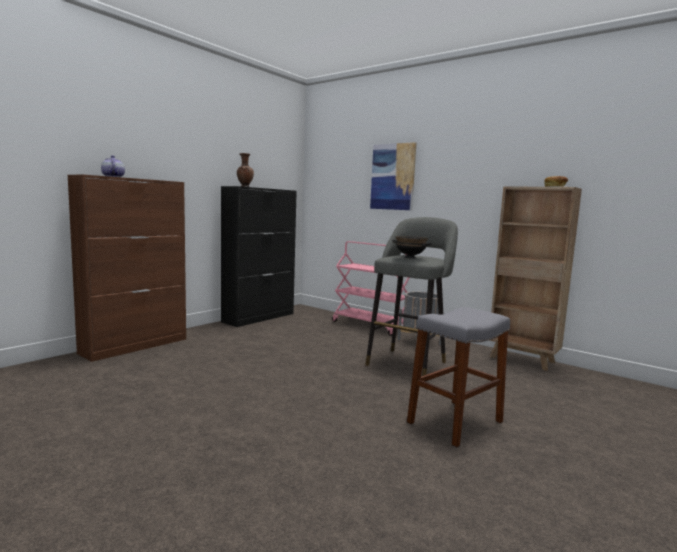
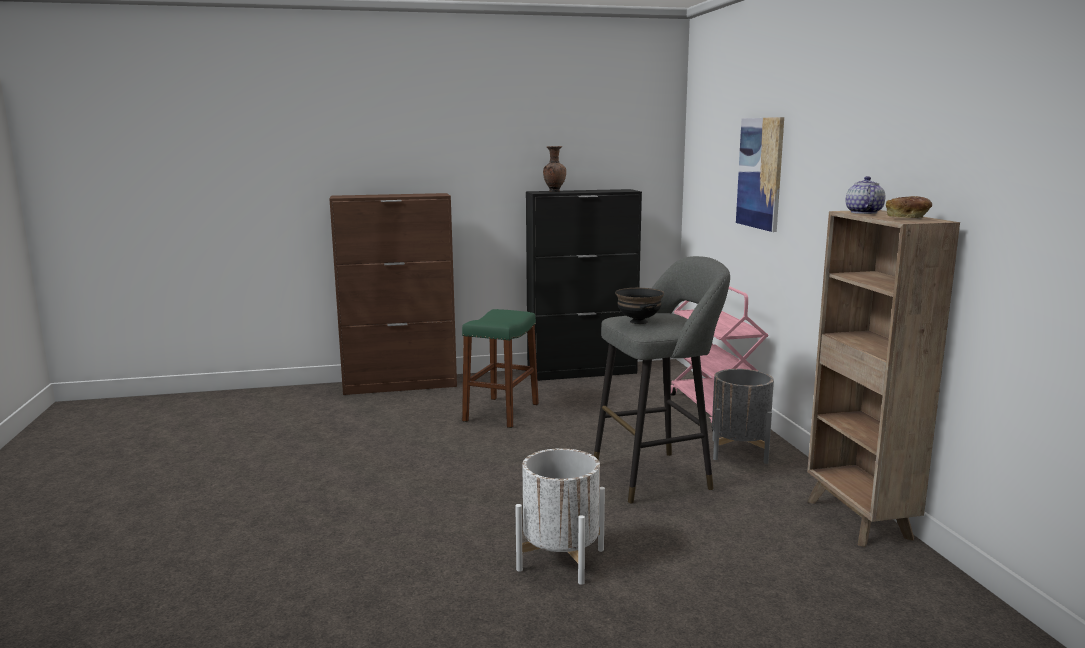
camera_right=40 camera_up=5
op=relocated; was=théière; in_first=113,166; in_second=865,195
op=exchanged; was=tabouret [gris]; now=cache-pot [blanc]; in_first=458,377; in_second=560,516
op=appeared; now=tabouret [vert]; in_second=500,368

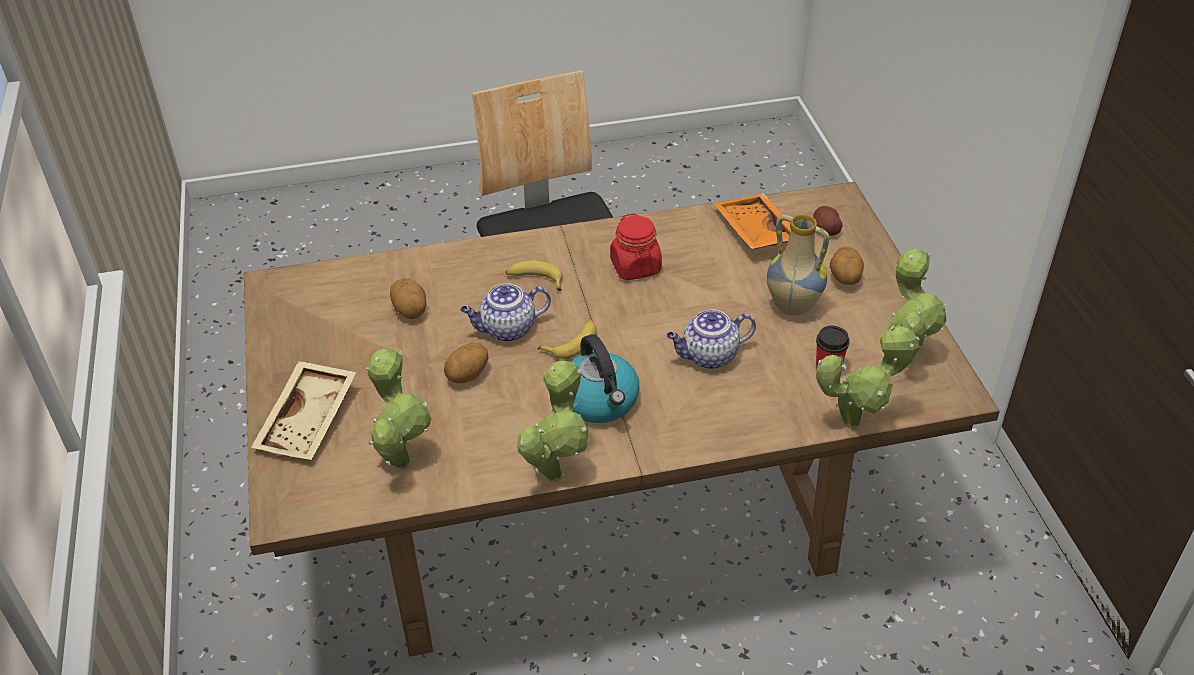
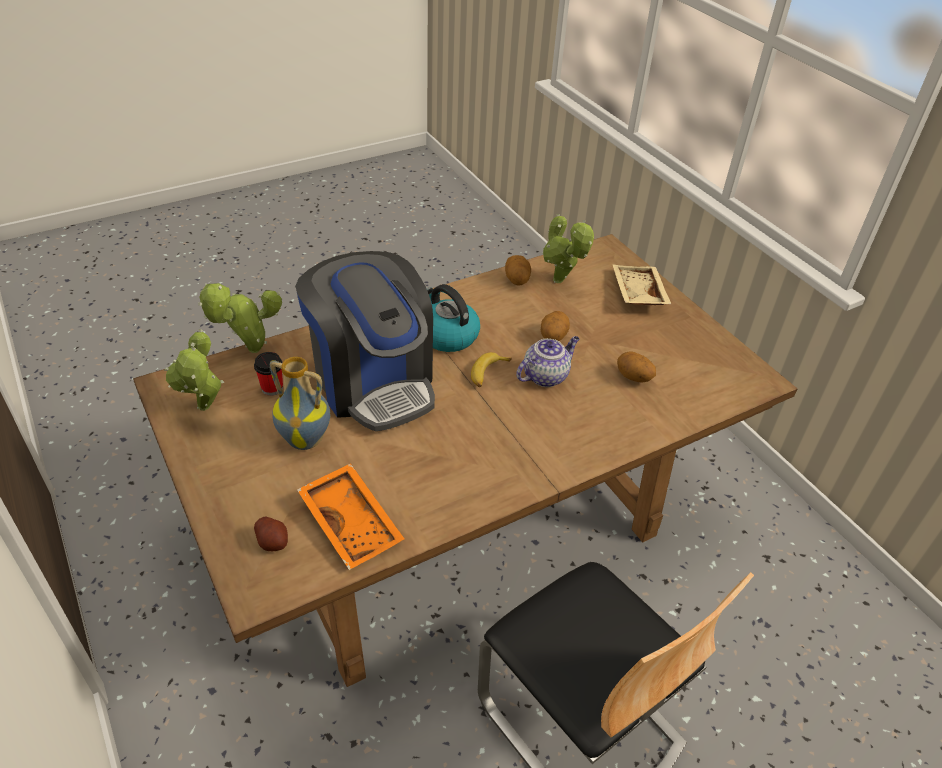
camera_right=160 camera_up=0
op=missing; was=banane; in_first=534,276
op=missing; was=plante en pot; in_first=553,421
op=missing; was=bocal [rouge]; in_first=636,246
op=exchanged; was=théière; now=machine à café; in_first=711,339; in_second=365,341
op=relocated; was=pomme de terre; in_first=847,266; in_second=518,270

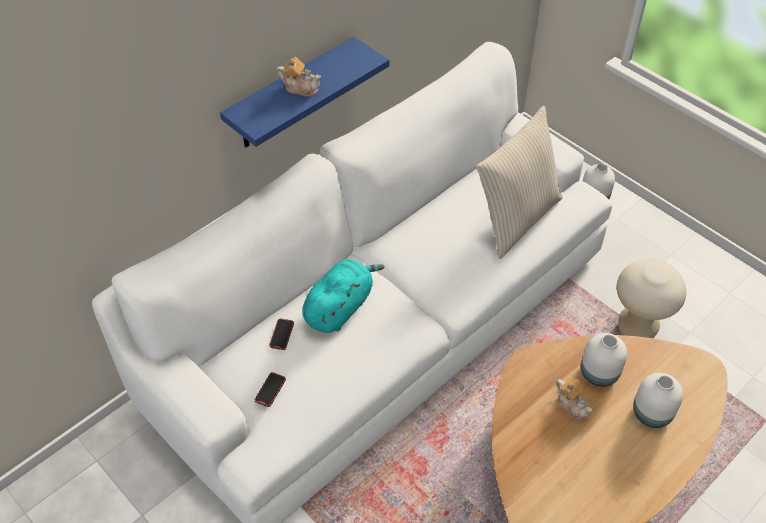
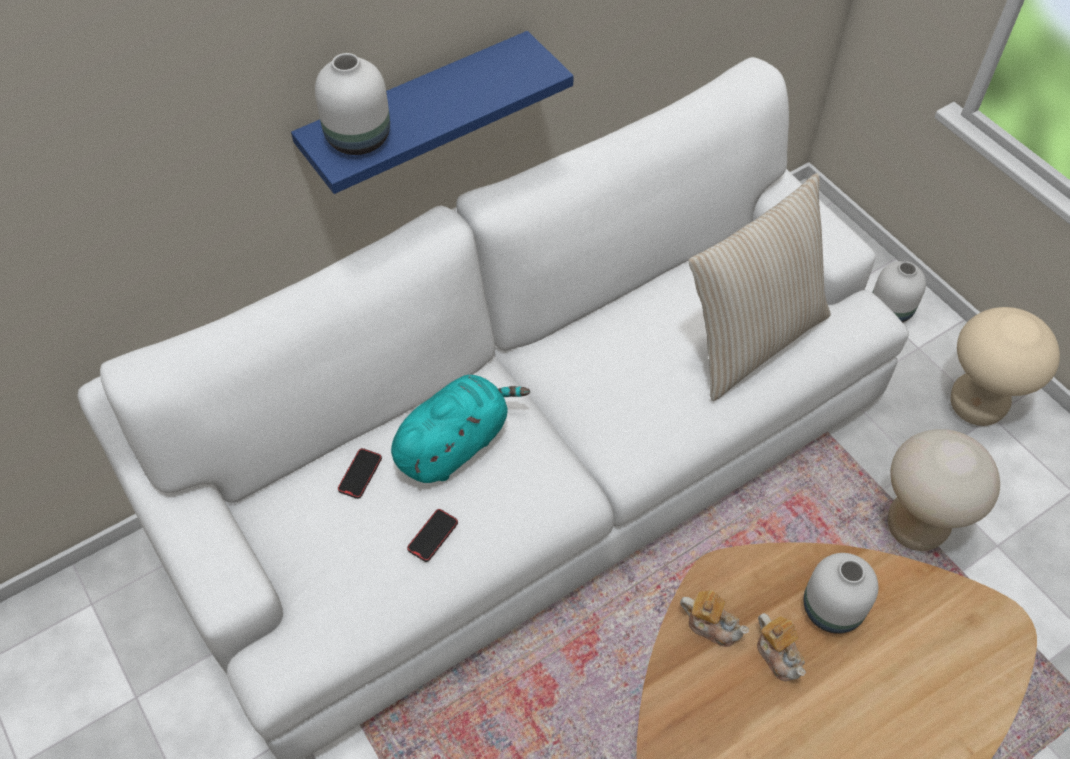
camera_right=10 camera_up=5
op=relocated; was=téléphone; in_first=270,389; in_second=432,535
op=relocated; was=théière; in_first=299,77; in_second=714,618
op=relocated; was=vase [blanc]; in_first=658,400; in_second=352,104
op=appeared; now=tabouret [beige]; in_second=1005,366

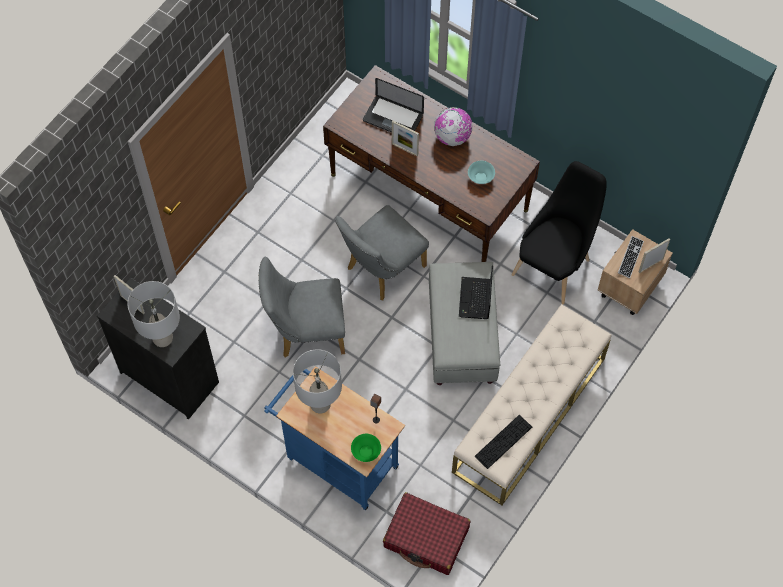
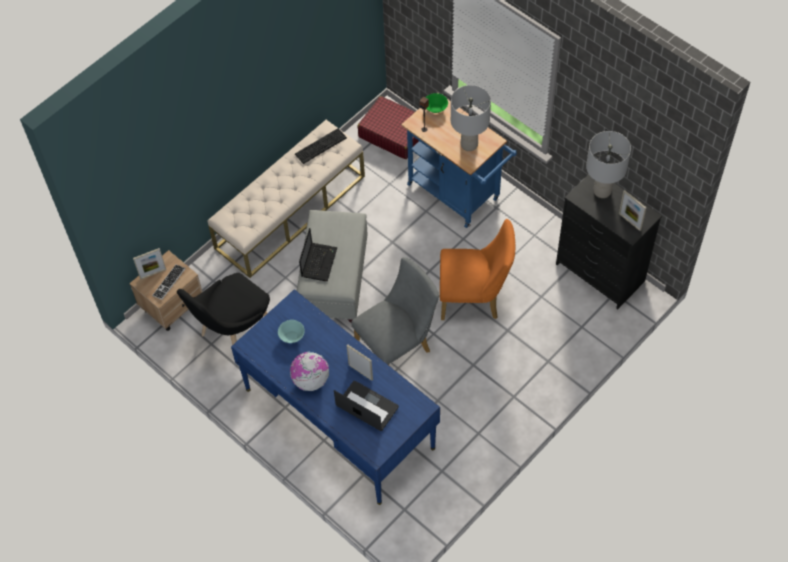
camera_right=-170 camera_up=-5
op=colour; was=chaise [gris]; now=chaise [orange]; in_first=302,307; in_second=478,269
op=colour; was=bureau [marron]; now=bureau [bleu]; in_first=431,163; in_second=335,397

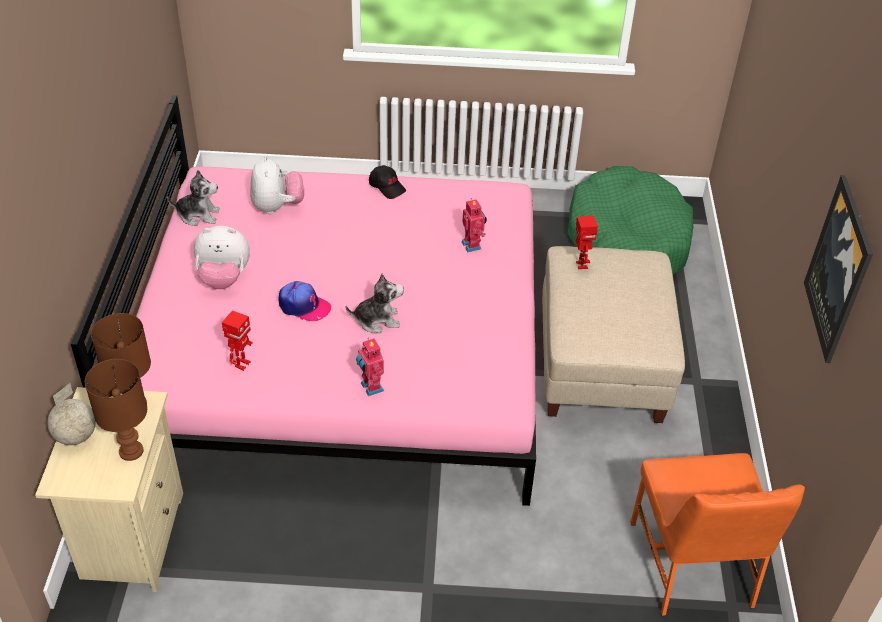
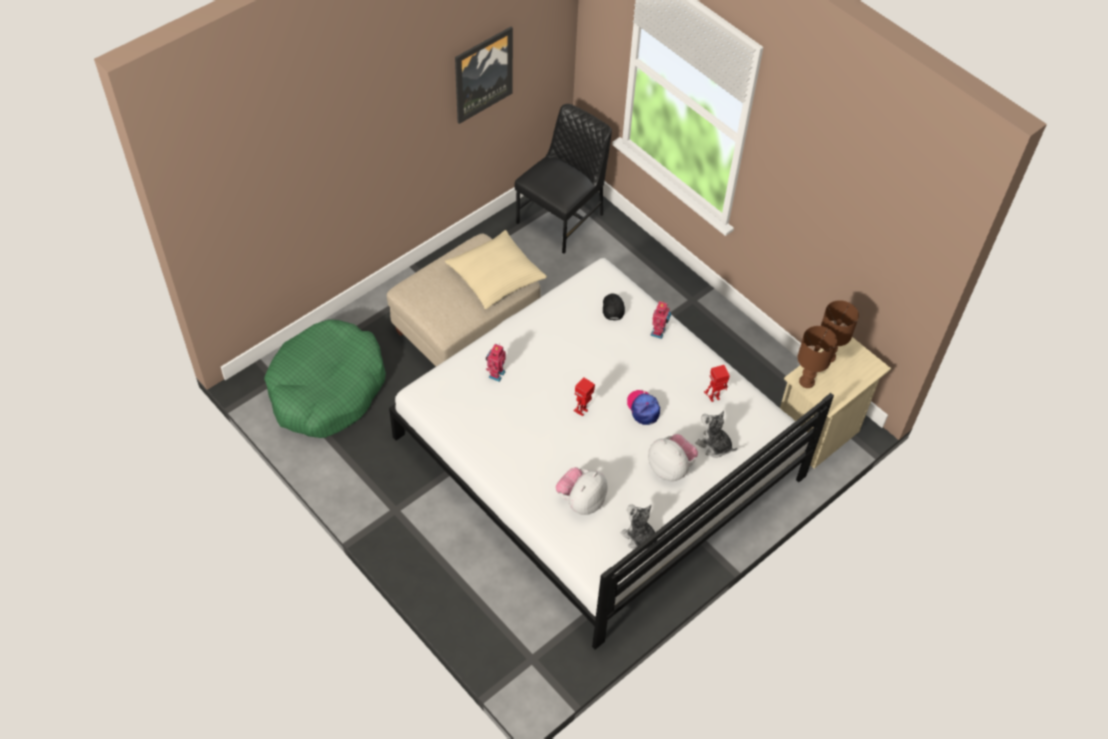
camera_right=-135 camera_up=10
op=missing; was=globe; in_first=71,414
op=colour; was=lit [rose]; now=lit [blanc]; in_first=303,300; in_second=611,454
op=relocated; was=peluche; in_first=374,303; in_second=716,434
op=relocated; was=casquette [noir]; in_first=387,182; in_second=614,307
op=relocated; was=robot jouet; in_first=587,242; in_second=584,396
op=colour; was=chaise [orange]; now=chaise [noir]; in_first=718,534; in_second=563,179
op=appeared; now=coussin [beige]; in_second=496,269

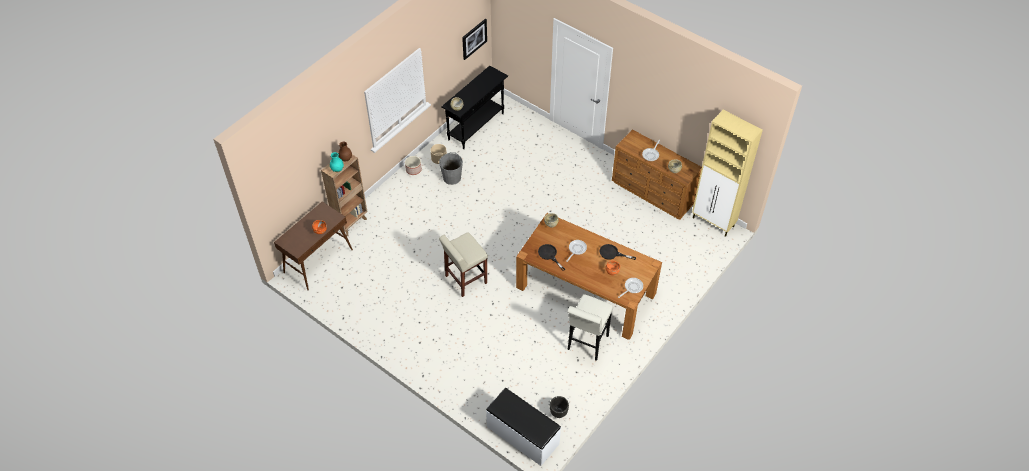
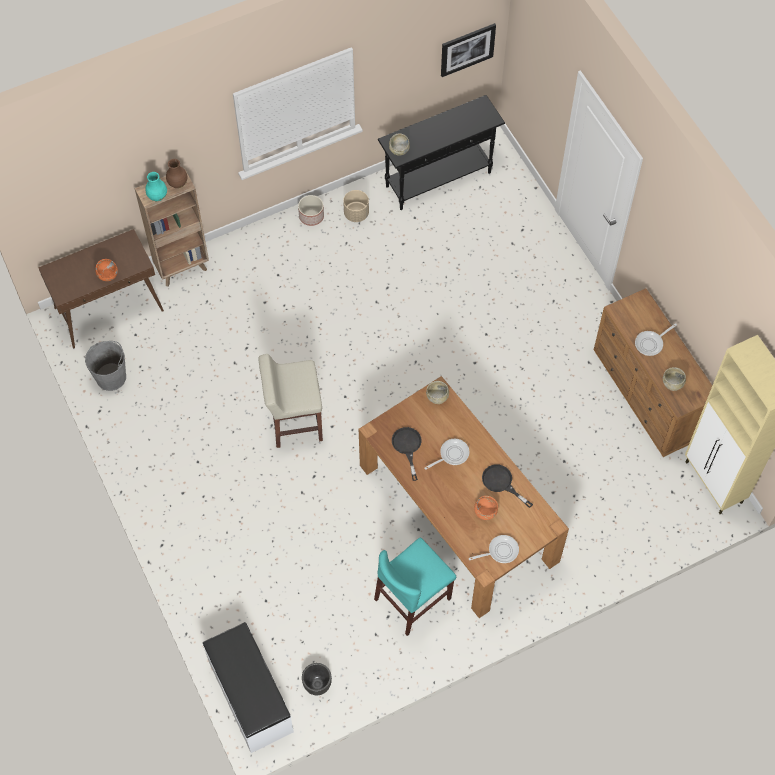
camera_right=25 camera_up=10
op=relocated; was=seau [gris]; in_first=451,168; in_second=105,366
op=exchanged; was=tabouret [blanc]; now=chaise [turquoise]; in_first=590,327; in_second=415,587

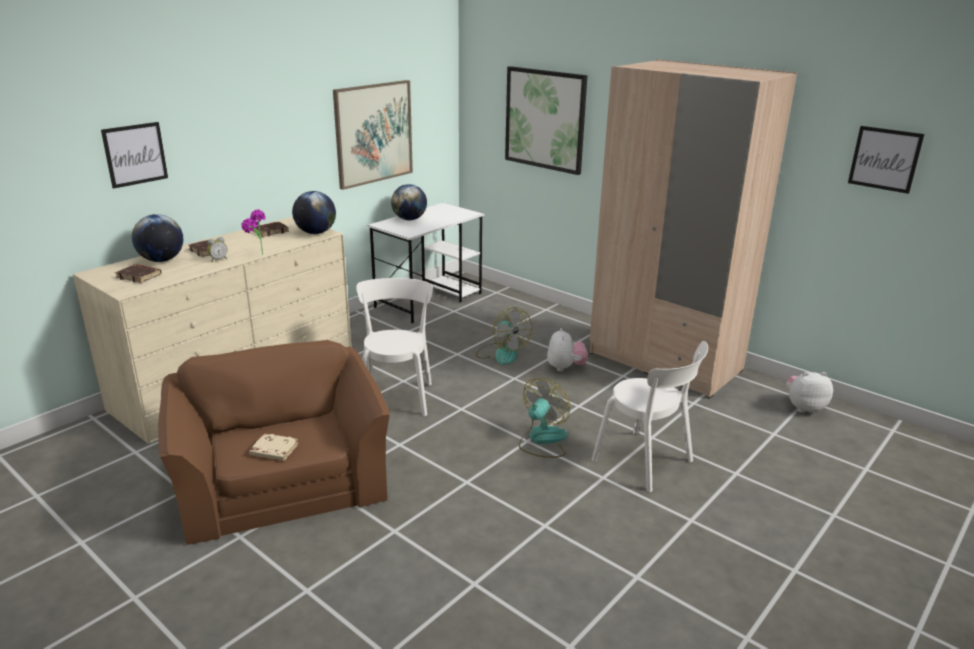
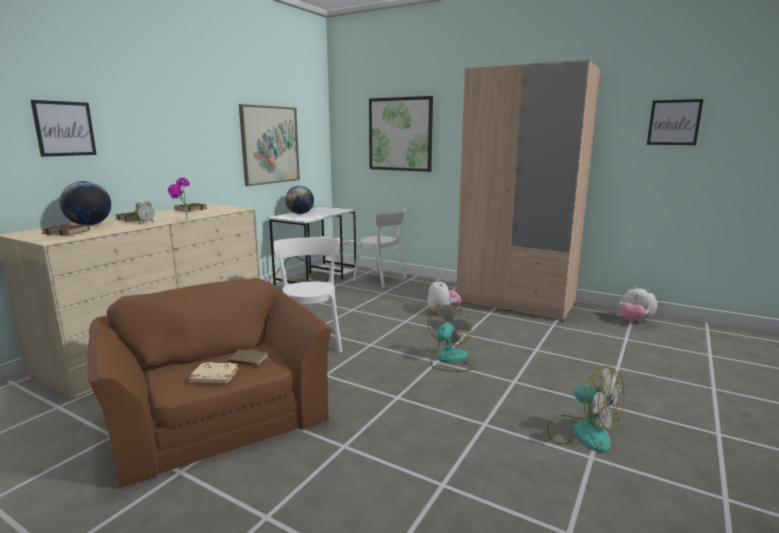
camera_right=-10 camera_up=-10
op=missing; was=globe; in_first=314,212
op=relocated; was=ventilateur; in_first=504,336; in_second=585,409
op=relocated; was=chaise [blanc]; in_first=650,416; in_second=380,248
op=spun; was=peluche; in_first=809,392; in_second=638,304; clockwise=-120
op=appeared; now=livre [marron]; in_second=248,358

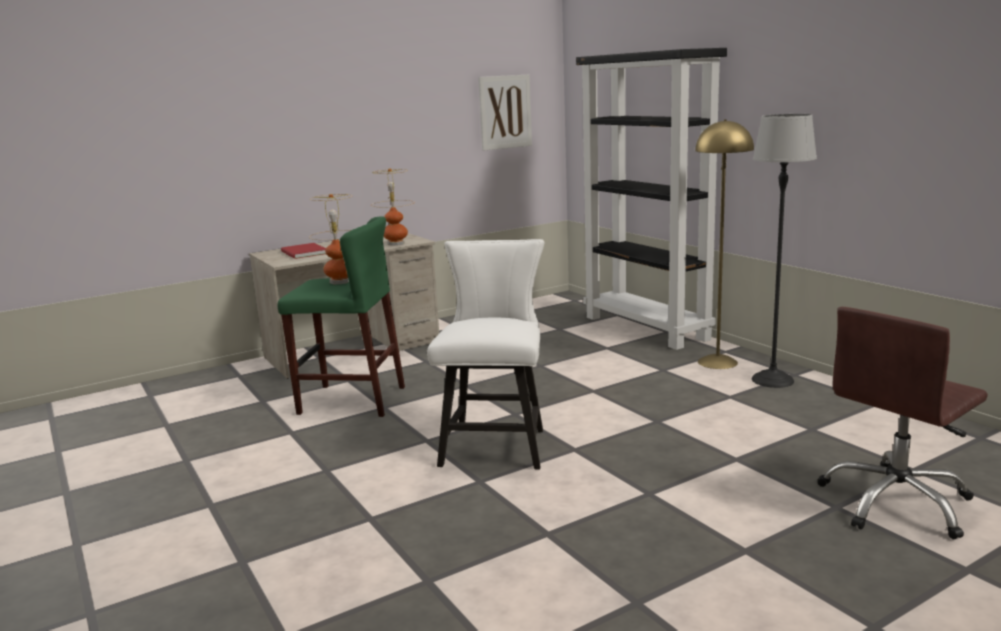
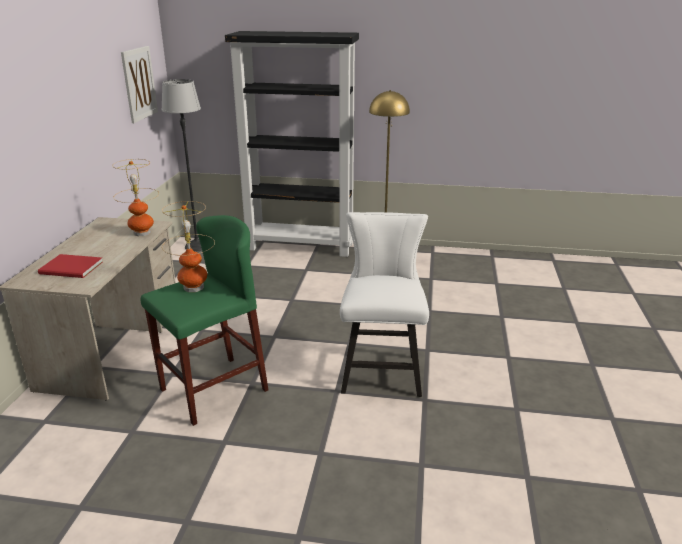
camera_right=-50 camera_up=10
op=spun; was=chaise [blanc]; in_first=485,354; in_second=384,304; clockwise=45
op=relocated; was=lampadaire; in_first=784,251; in_second=181,165
op=missing; was=chaise de bureau [marron]; in_first=902,423

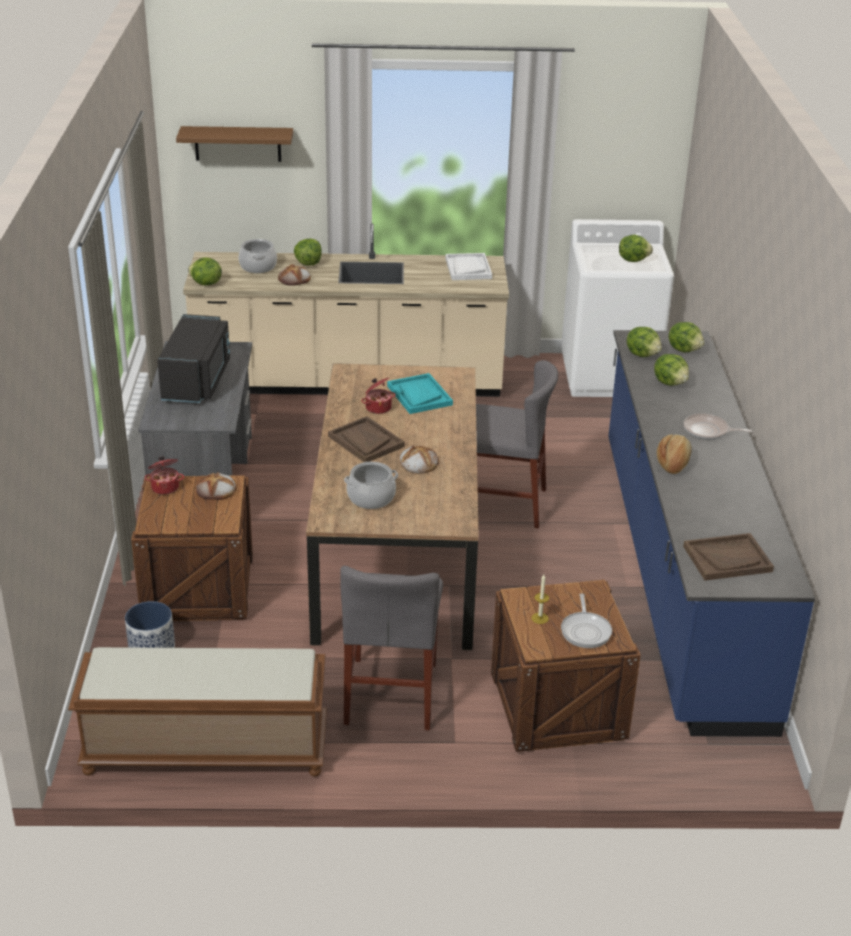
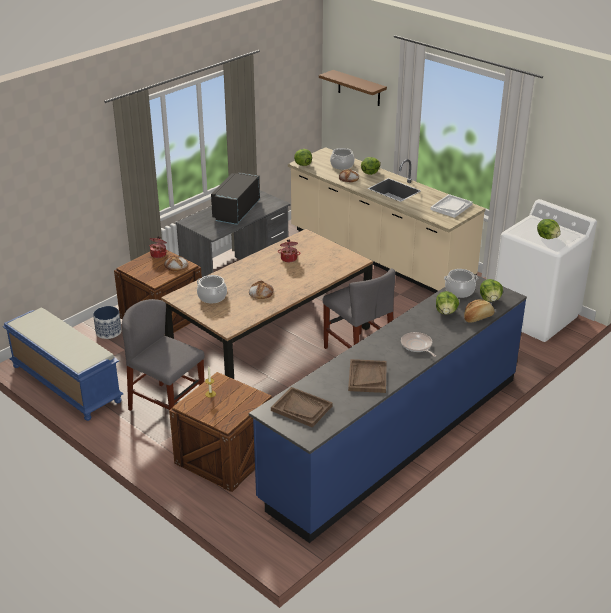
camera_right=45 camera_up=0
op=colour; was=banc [marron]; now=banc [bleu]; in_first=197,712; in_second=63,364
op=spun; was=micro-ondes [noir]; in_first=193,358; in_second=235,198; clockwise=150
op=relocated; was=plateau [marron]; in_first=366,439; in_second=367,376
op=spun; was=chaise [gris]; in_first=391,648; in_second=163,355; clockwise=75
op=missing; was=plateau [turquoise]; in_first=420,393
op=missing; was=poêle; in_first=586,621
op=exchanged; was=laitue; now=marmite; in_first=644,342; in_second=461,283
op=relocated; was=pain; in_first=674,454; in_second=479,311

